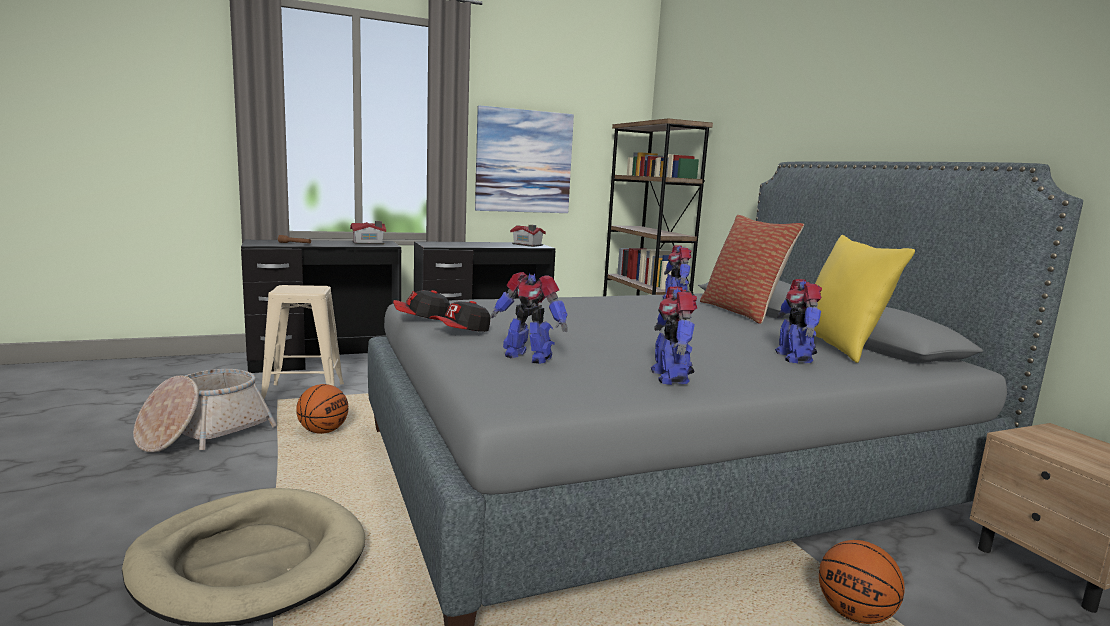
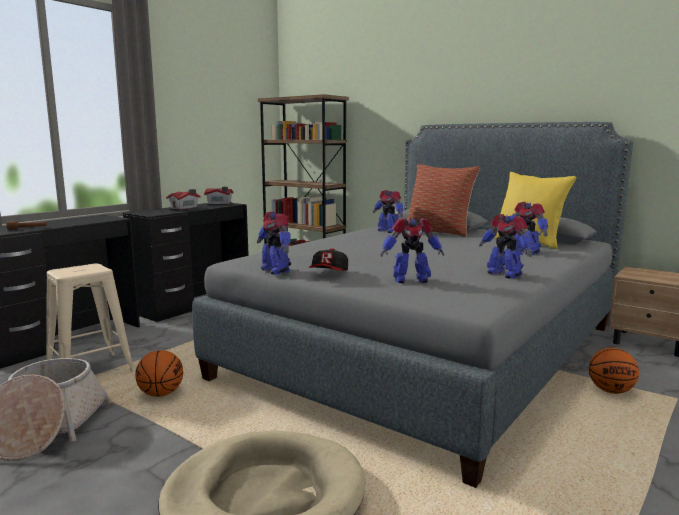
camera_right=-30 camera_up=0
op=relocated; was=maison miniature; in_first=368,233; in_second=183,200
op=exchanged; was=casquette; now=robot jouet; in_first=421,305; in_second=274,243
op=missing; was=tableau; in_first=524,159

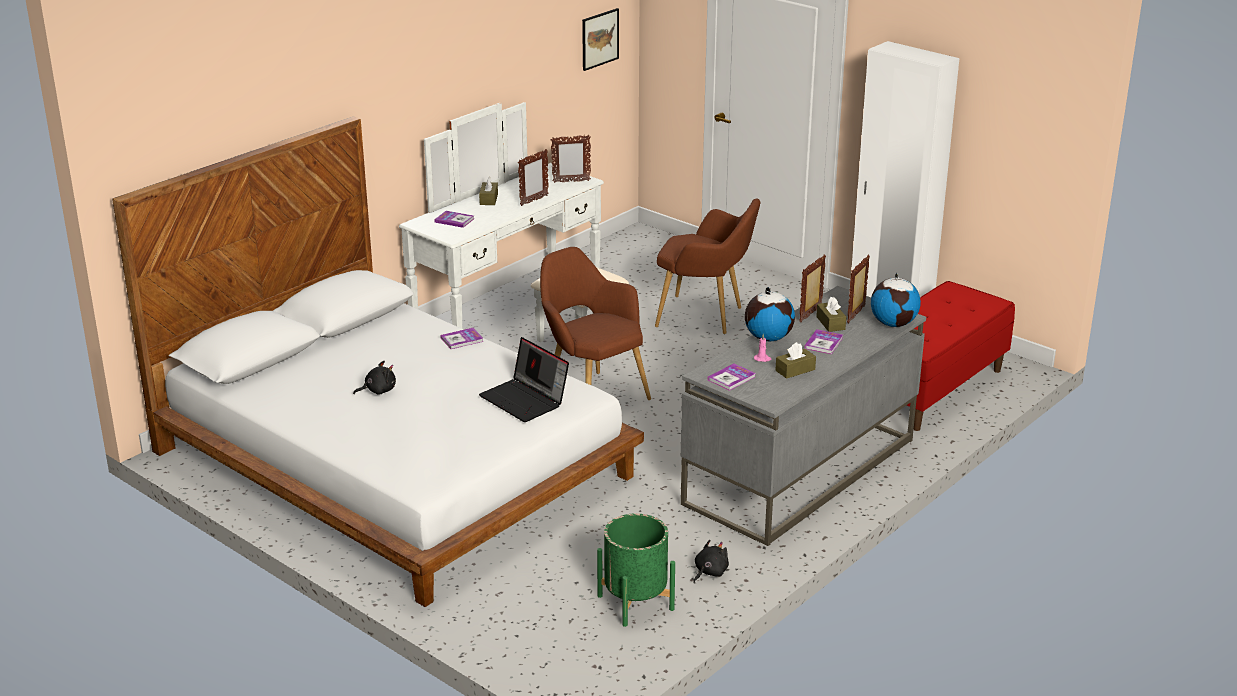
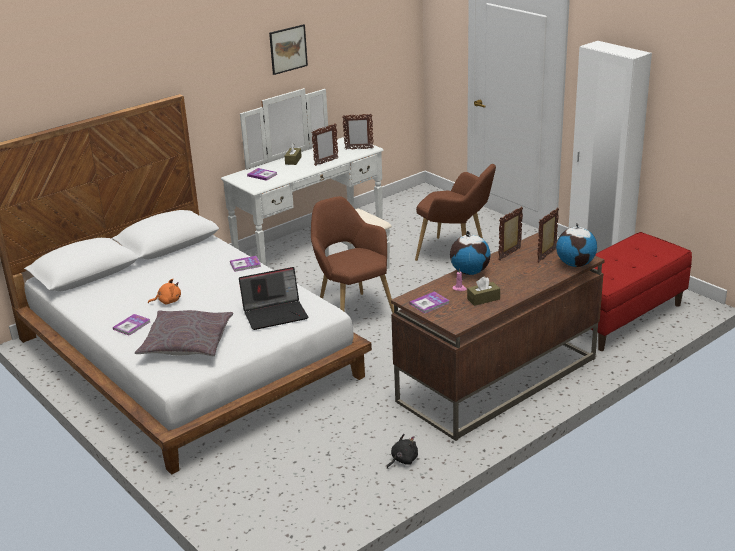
camera_right=10 camera_up=0
op=colour; was=peluche [noir]; now=peluche [orange]; in_first=374,378; in_second=164,291
op=spun; was=ordinateur portable; in_first=524,379; in_second=273,298; clockwise=-75
op=relocated; was=tableau; in_first=600,39; in_second=288,49
op=missing; was=cache-pot [vert]; in_first=636,570
op=colour; was=bureau [gris]; now=bureau [marron]; in_first=803,416; in_second=498,337
op=relocated; was=livre; in_first=823,341; in_second=131,325
op=missing; was=boîte à mouchoirs [marron]; in_first=831,314
op=appeared; now=coussin [gris]; in_second=184,333

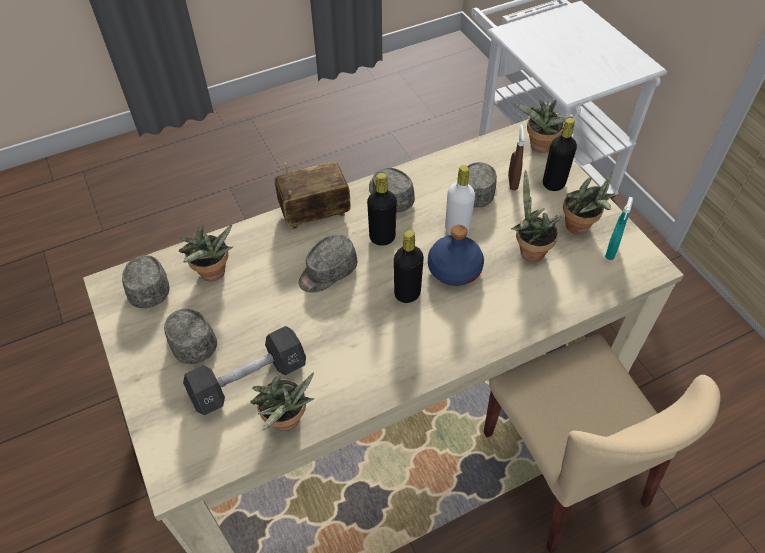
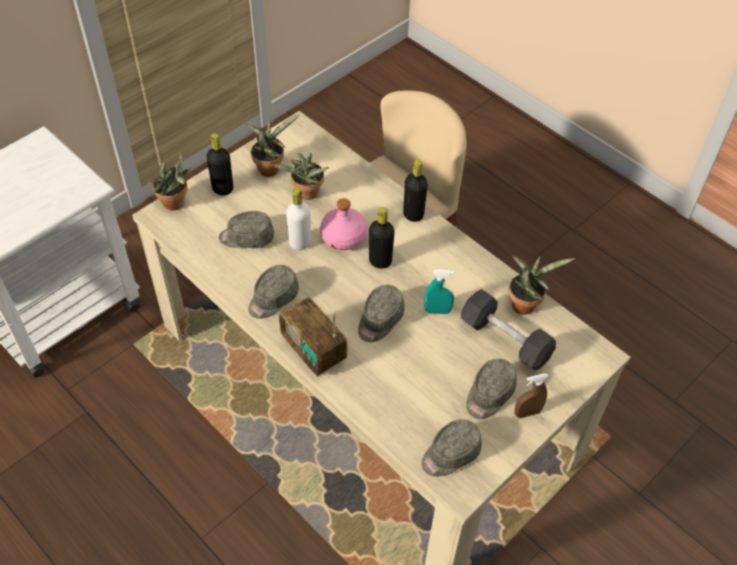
camera_right=-110 camera_up=0
op=missing; was=plante en pot; in_first=206,253
op=spun; was=casquette [gris]; in_first=328,263; in_second=381,313; clockwise=90
op=relocated; was=bouteille [noir]; in_first=382,209; in_second=415,190
op=colour; was=bouteille [bleu]; now=bouteille [rose]; in_first=456,255; in_second=343,224
op=relocated; was=vaporisateur [marron]; in_first=516,157; in_second=531,395
op=relocated; was=vaporisateur [turquoise]; in_first=619,228; in_second=439,292

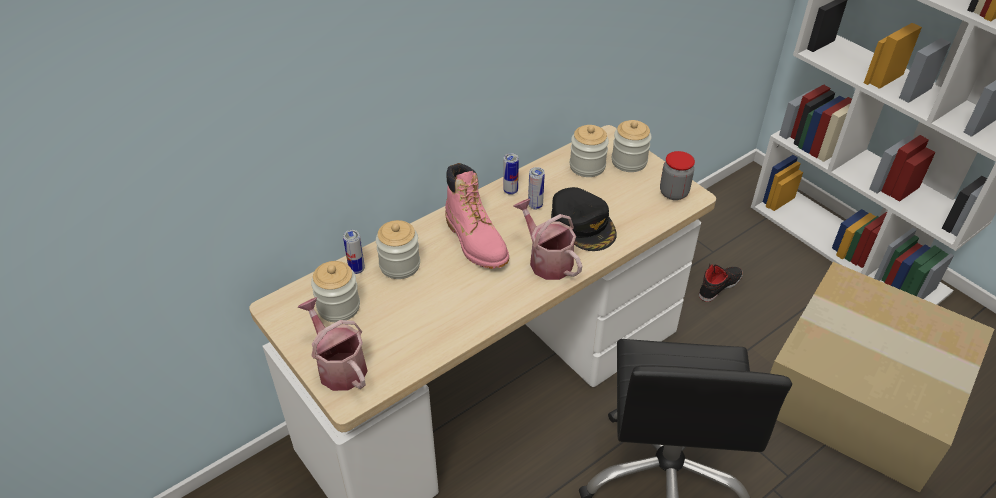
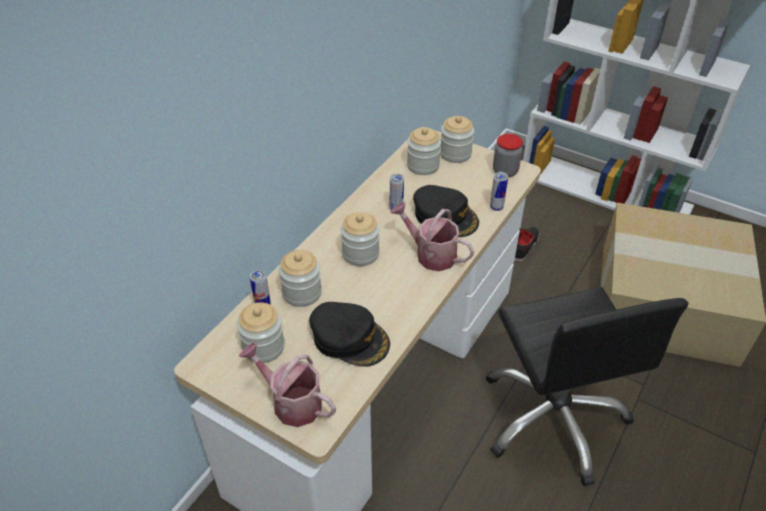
camera_right=-20 camera_up=0
op=exchanged; was=botte [rose]; now=bocal; in_first=477,216; in_second=360,239
op=relocated; was=boîte métallique; in_first=511,174; in_second=499,191
op=appeared; now=casquette [noir]; in_second=349,334

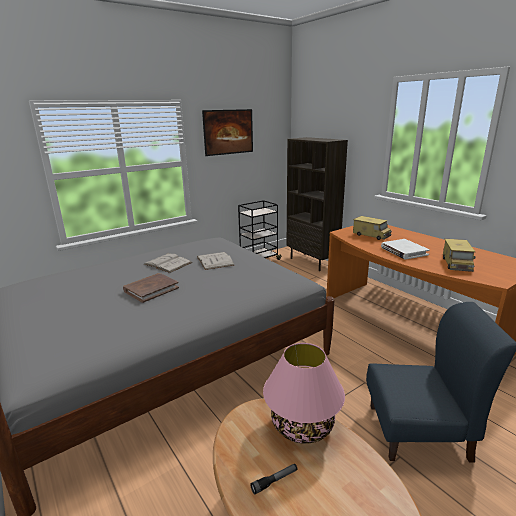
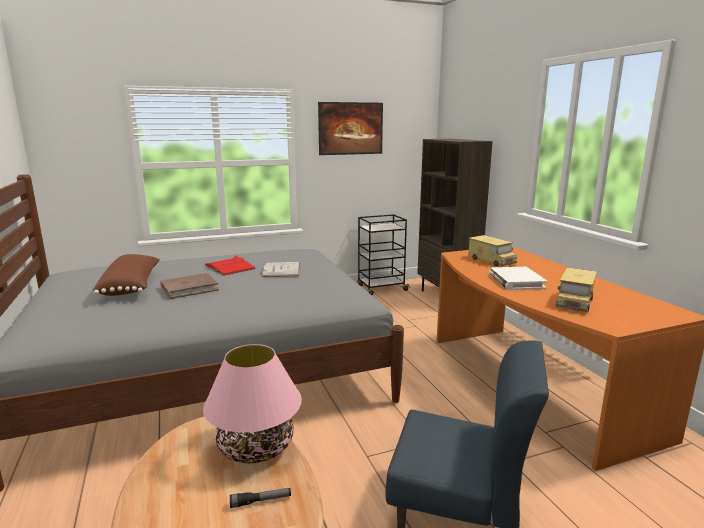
camera_right=15 camera_up=-5
op=colour; was=livre [blanc]; now=livre [rouge]; in_first=168,262; in_second=230,266
op=relocated; was=lampe de poche; in_first=274,479; in_second=260,498
op=appeared; now=coussin [marron]; in_second=126,275

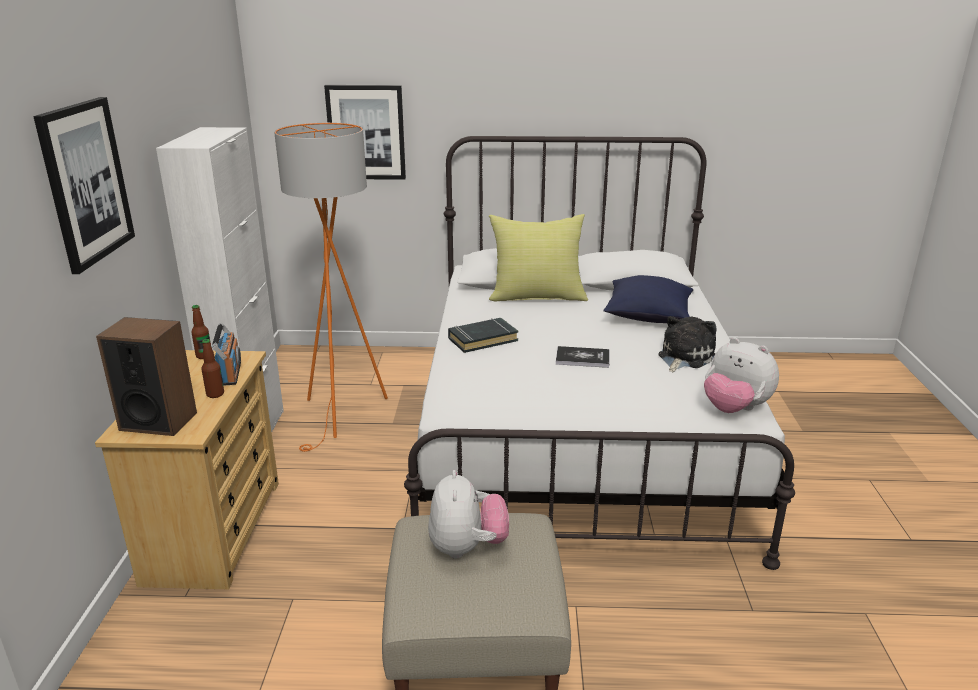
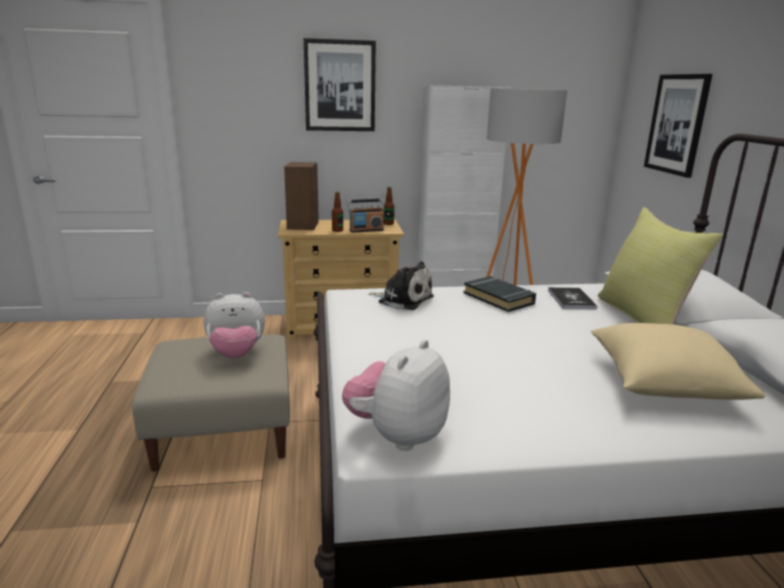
camera_right=80 camera_up=-5
op=relocated; was=livre; in_first=582,357; in_second=572,298
op=colour; was=coussin [bleu]; now=coussin [beige]; in_first=648,299; in_second=678,361
op=relocated; was=peluche; in_first=687,344; in_second=401,285

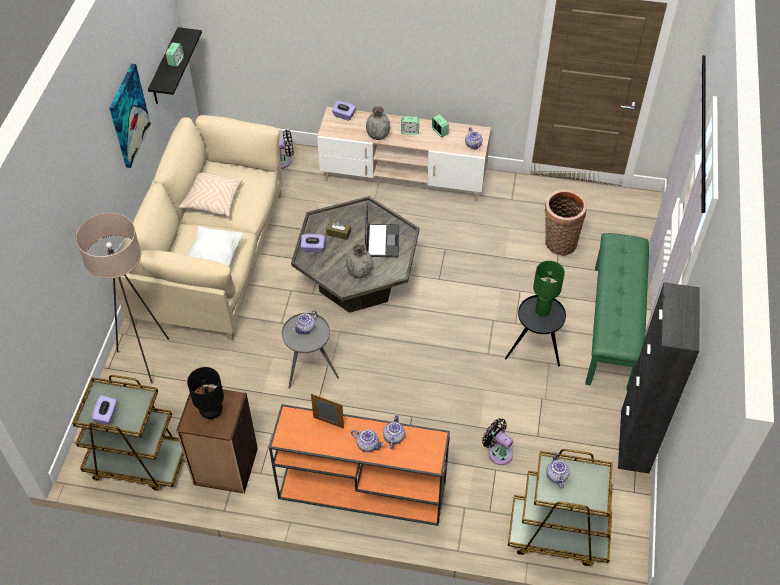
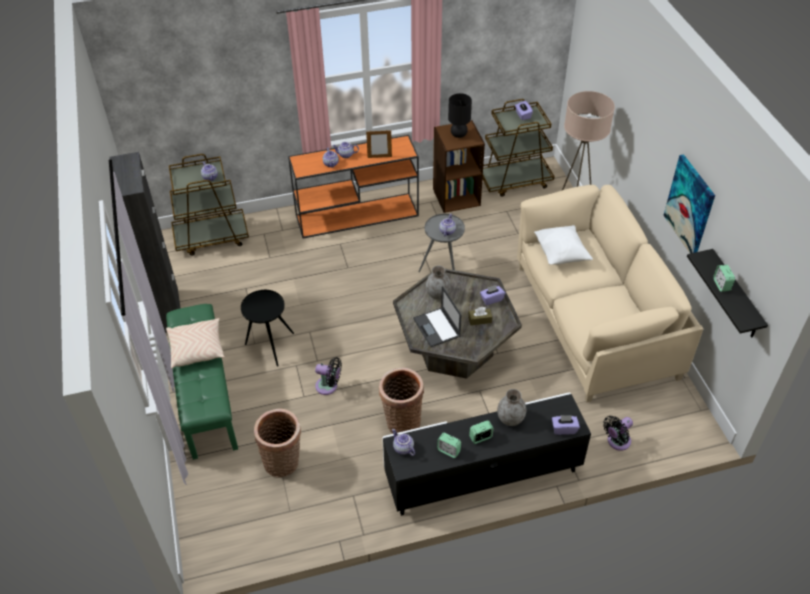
camera_right=155 camera_up=-5
op=relocated; was=coussin [beige]; in_first=211,195; in_second=195,343
op=colour; was=meuble télé [beige]; now=meuble télé [noir]; in_first=404,154; in_second=486,454
op=relocated; was=ventilateur [noir]; in_first=497,441; in_second=328,376
op=missing; was=lampe de table [vert]; in_first=549,289
op=appeared; now=panier; in_second=401,401

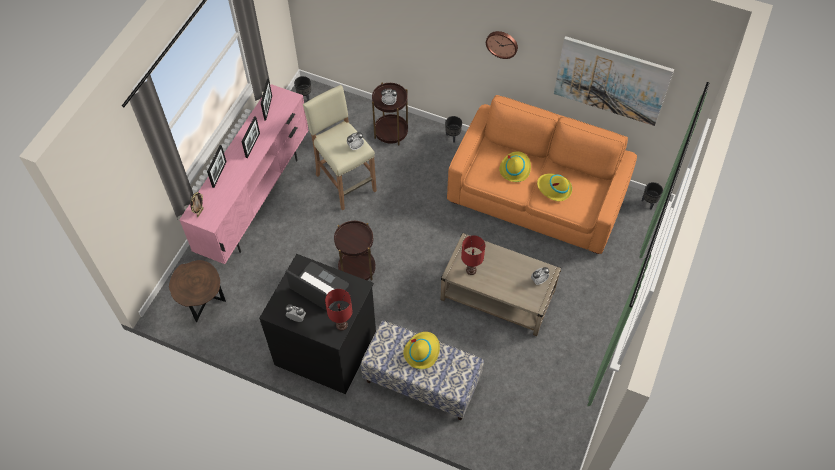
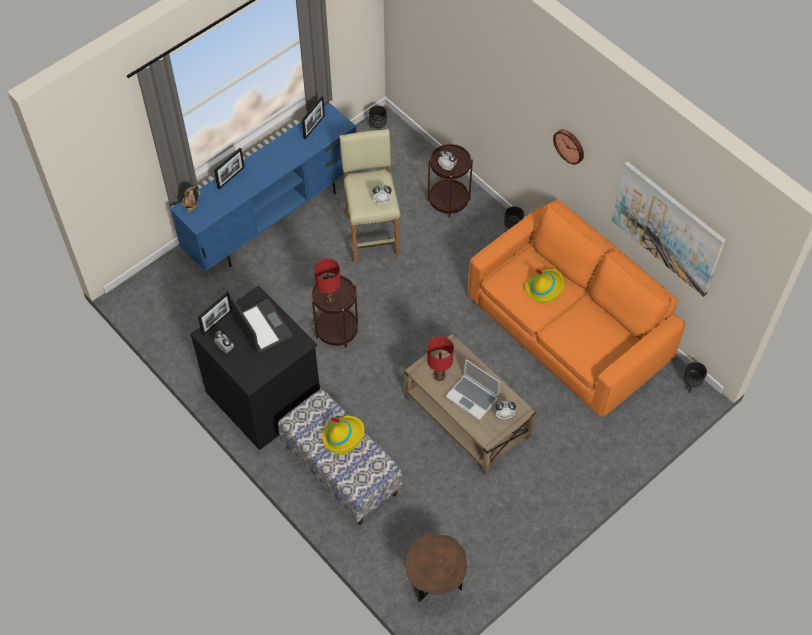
camera_right=25 camera_up=0
op=relocated; was=table d'appoint [marron]; in_first=197,291; in_second=436,567
op=colour; was=meuble télé [rose]; now=meuble télé [bleu]; in_first=244,174; in_second=263,187
op=relocated; was=cadre photo; in_first=250,137; in_second=215,313
op=relocated; was=lampe de table [rouge]; in_first=338,310; in_second=327,281
op=missing; was=chapeau [jaune]; in_first=554,187
op=appeared; now=ordinateur portable; in_second=472,389

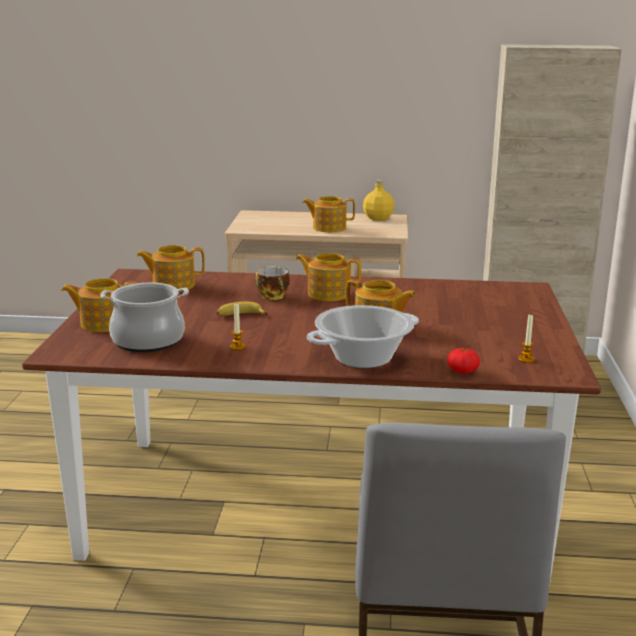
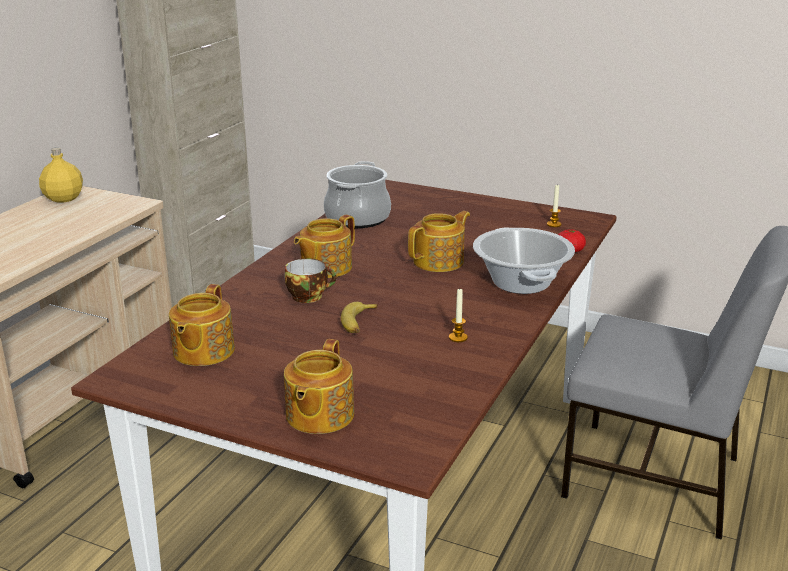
camera_right=-70 camera_up=5
op=relocated; was=marmite; in_first=144,317; in_second=357,194
op=missing; was=théière; in_first=328,214

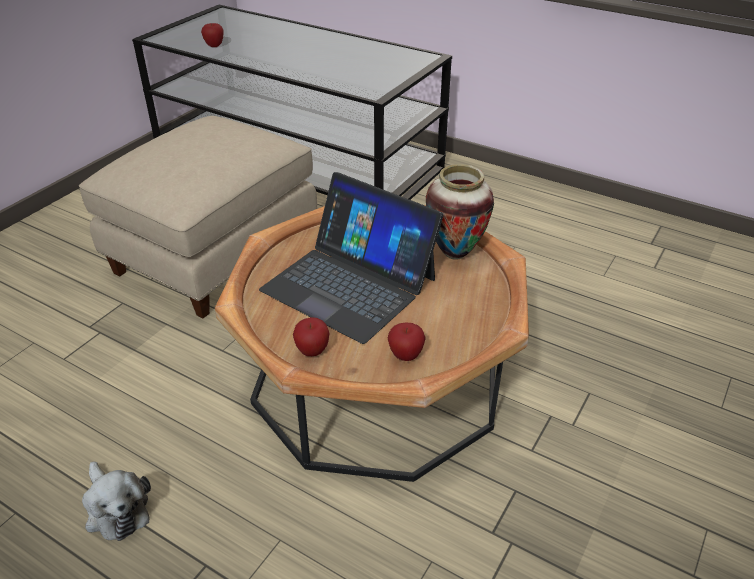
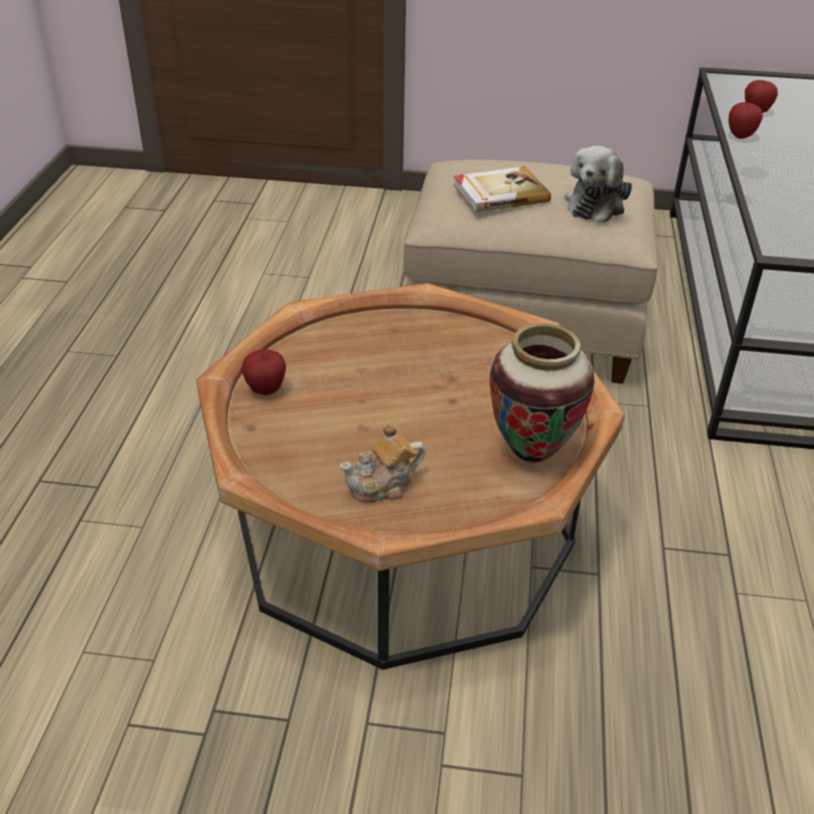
camera_right=65 camera_up=0
op=relocated; was=peluche; in_first=116,501; in_second=598,184
op=missing; was=ordinateur portable; in_first=351,258
op=relocated; was=pomme; in_first=407,342; in_second=745,120
op=appeared; now=théière; in_second=382,463
op=appeared; now=livre; in_second=502,189

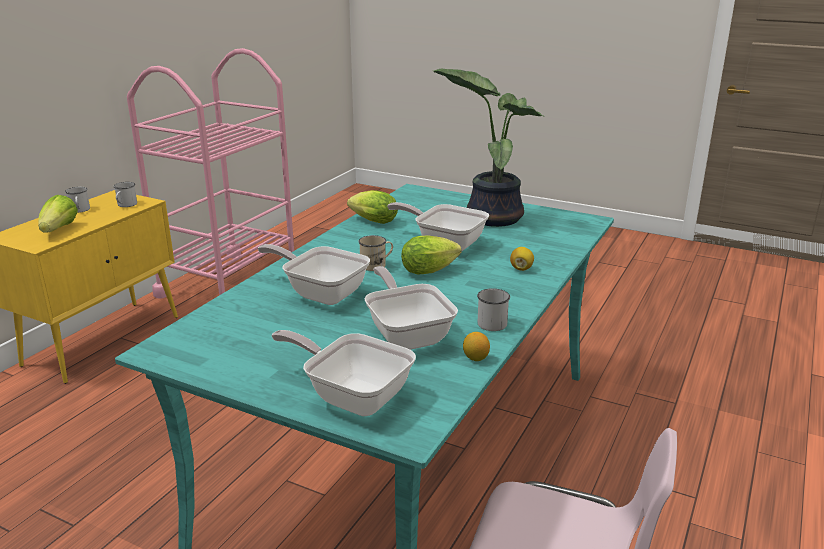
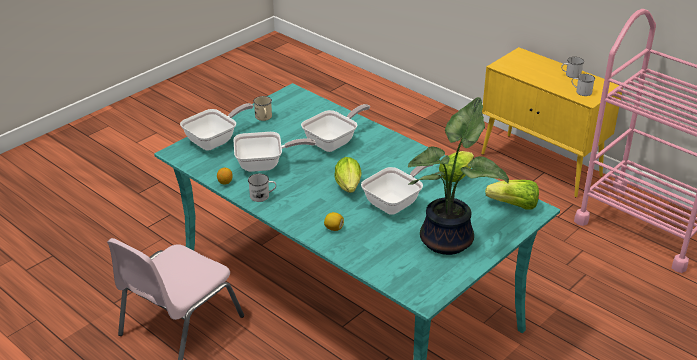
camera_right=105 camera_up=10
op=relocated; was=laitue; in_first=58,214; in_second=512,195
op=relocated; was=mug [beige]; in_first=375,253; in_second=262,108

